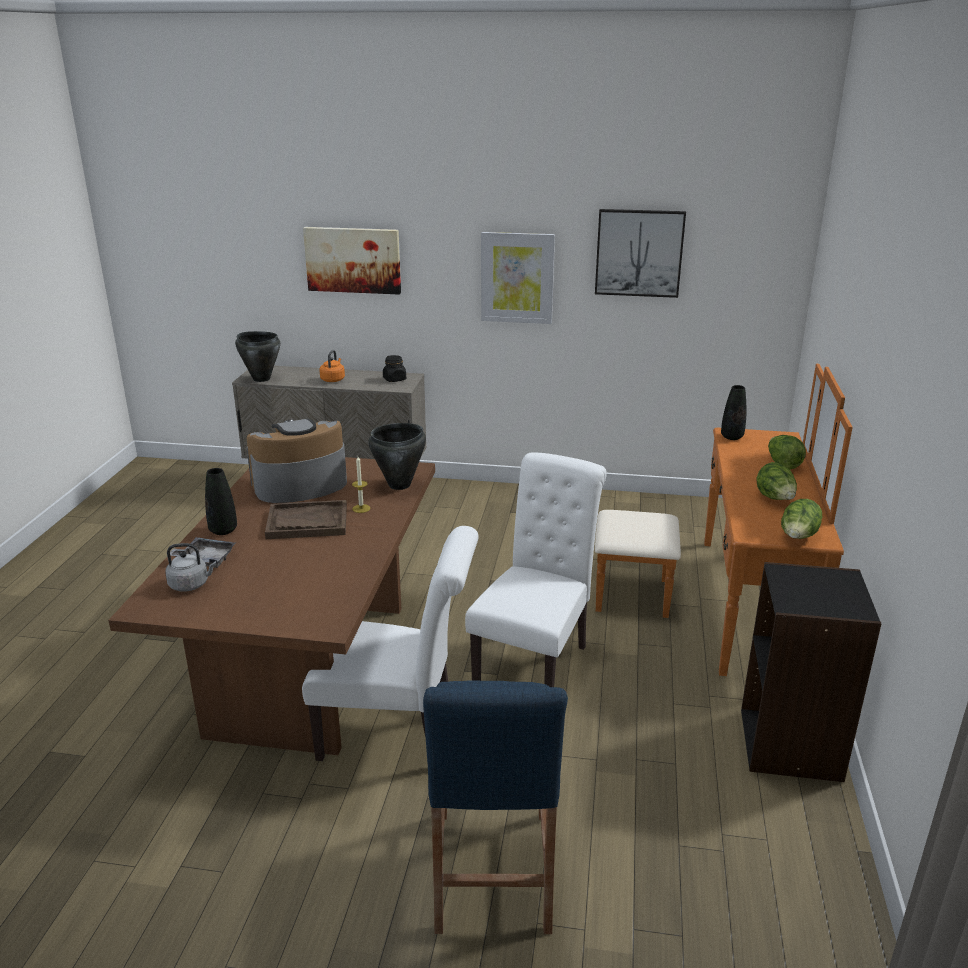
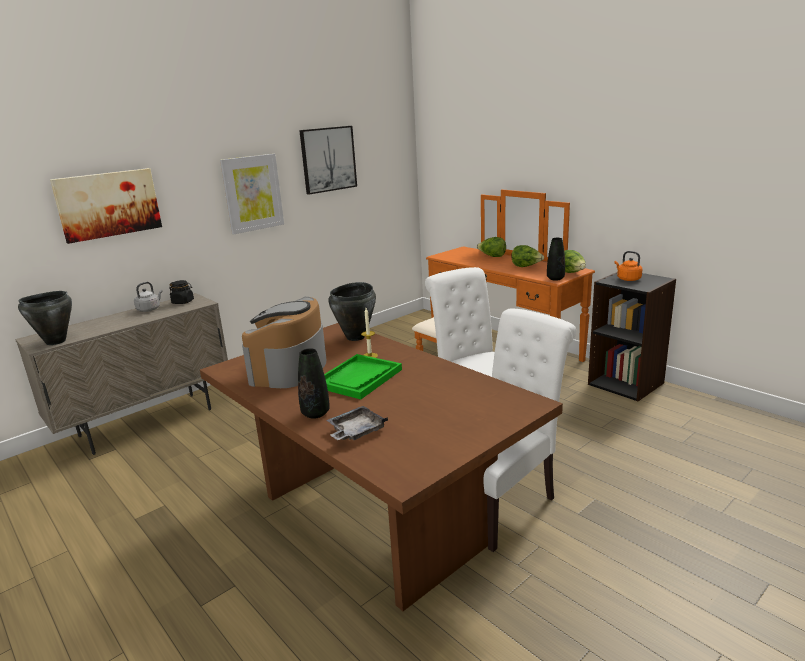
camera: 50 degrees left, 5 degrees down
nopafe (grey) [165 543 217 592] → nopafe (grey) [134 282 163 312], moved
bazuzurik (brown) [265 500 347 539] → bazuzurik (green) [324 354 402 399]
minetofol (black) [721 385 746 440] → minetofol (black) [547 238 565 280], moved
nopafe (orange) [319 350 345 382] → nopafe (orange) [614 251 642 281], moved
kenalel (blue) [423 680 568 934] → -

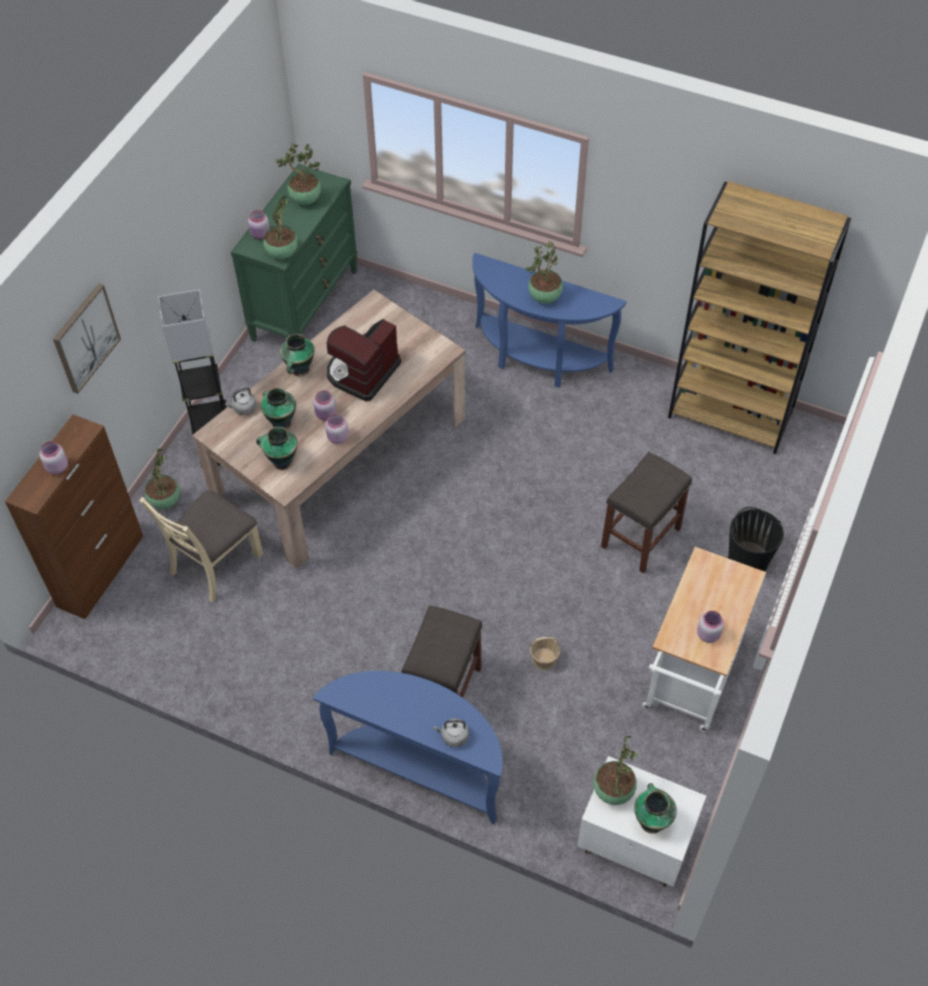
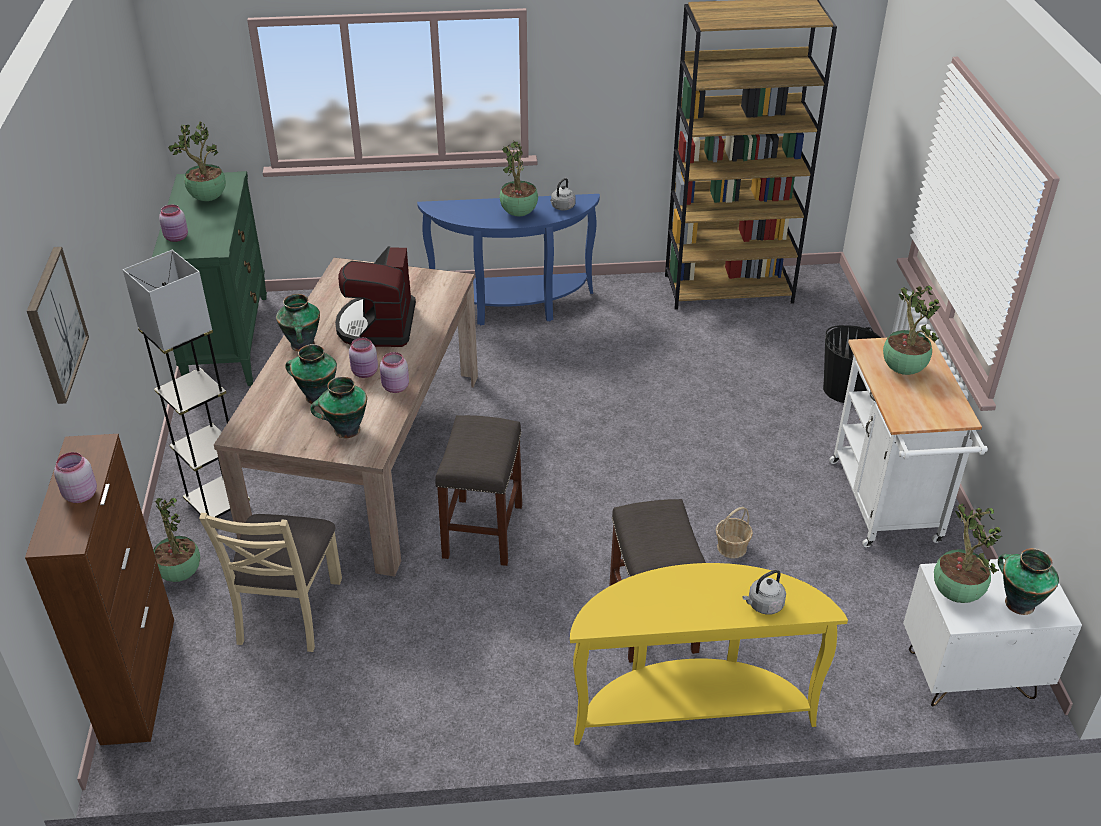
camera: 30 degrees left, 15 degrees down
kenalel (grey) [601 452 692 574] → kenalel (grey) [435 415 522 566], moved
nopafe (grey) [225 387 256 415] → nopafe (grey) [550 178 576 211], moved
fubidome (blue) [313 671 503 824] → fubidome (yellow) [570 563 848 745]
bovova [263 195 298 259] → bovova [883 286 941 375], moved
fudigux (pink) [697 611 724 643] → -

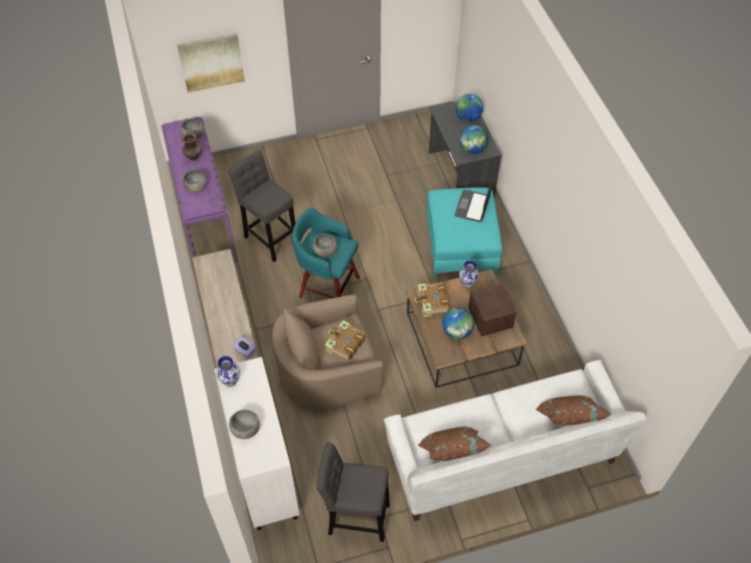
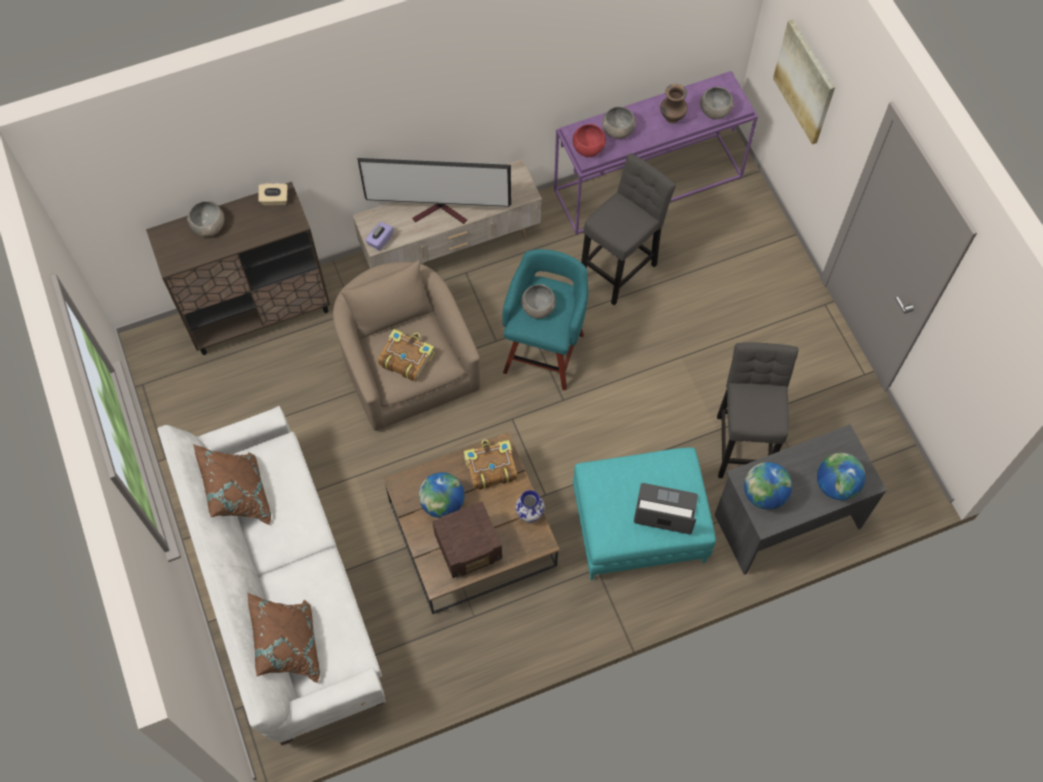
camera: 85 degrees right, 10 degrees up
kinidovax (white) [215 357 300 530] → kinidovax (brown) [146 182 330 355]
minetofol [216 356 240 387] → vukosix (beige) [258 183 288 206]
- → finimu [357 158 511 224]
- → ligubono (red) [573 124 606 157]
kenalel (grey) [317 442 390 542] → kenalel (grey) [717 342 798 478], moved

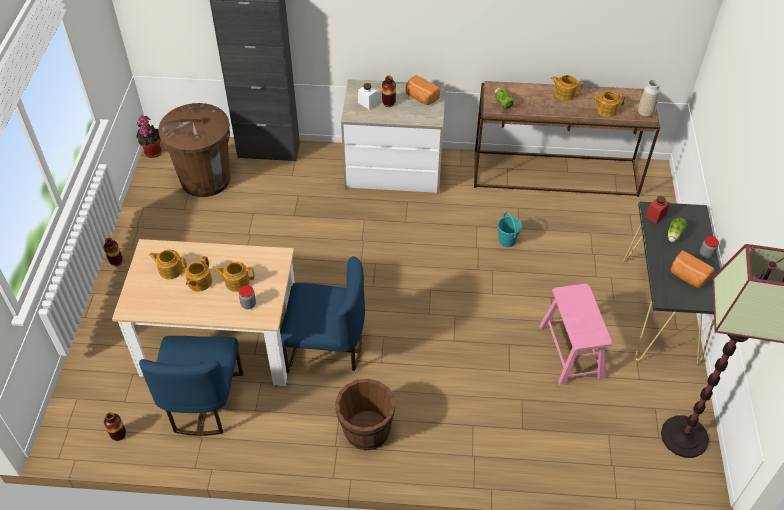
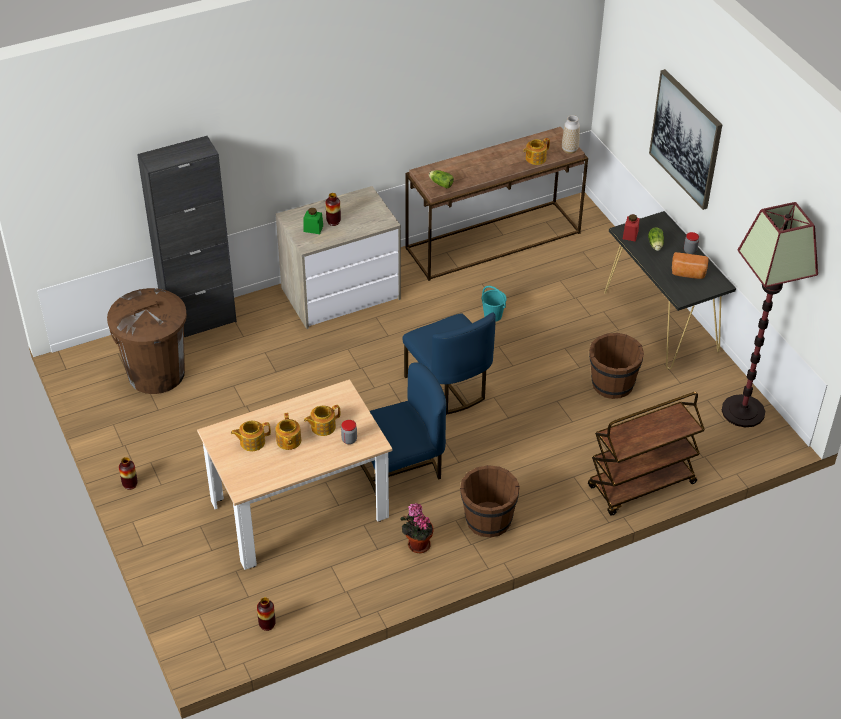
camera: 30 degrees left, 5 degrees down
fudigux (white) [358 83 378 110] → fudigux (green) [304 208 323 234]
bovova [136 115 162 158] → bovova [400 503 434 553], moved
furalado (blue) [139 336 243 436] → furalado (blue) [403 312 496 415], moved
- → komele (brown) [588 392 705 516]
kenalel (pink) [539 283 612 385] → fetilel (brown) [589 333 644 399]
- → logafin [649 69 722 210]
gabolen [406 75 440 105] → -
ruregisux [551 75 583 101] → -

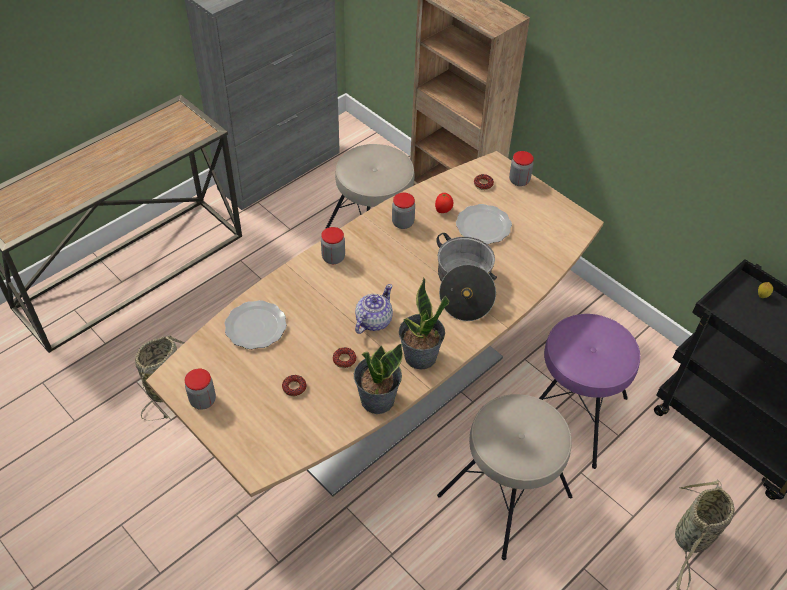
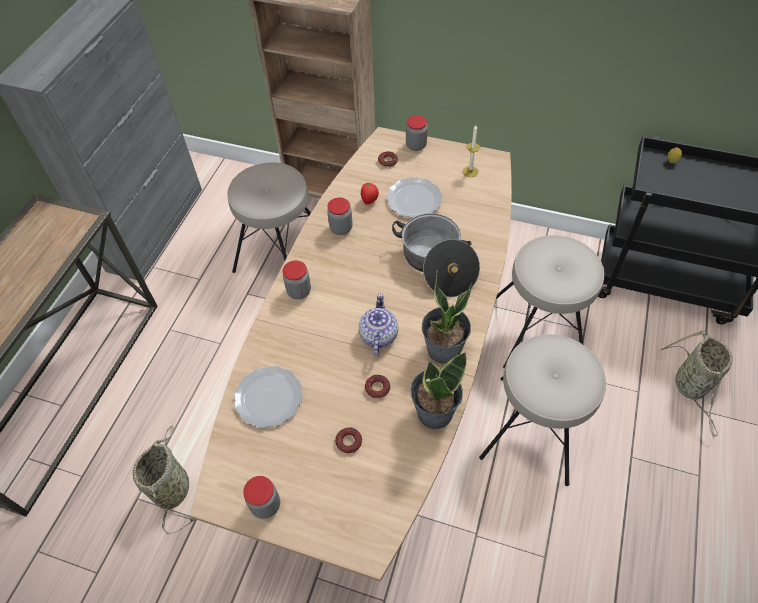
camera: 25 degrees left, 5 degrees up
- → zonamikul [463 125 480 177]
kenalel (purple) [539 314 640 469] → kenalel (beige) [496 235 605 369]

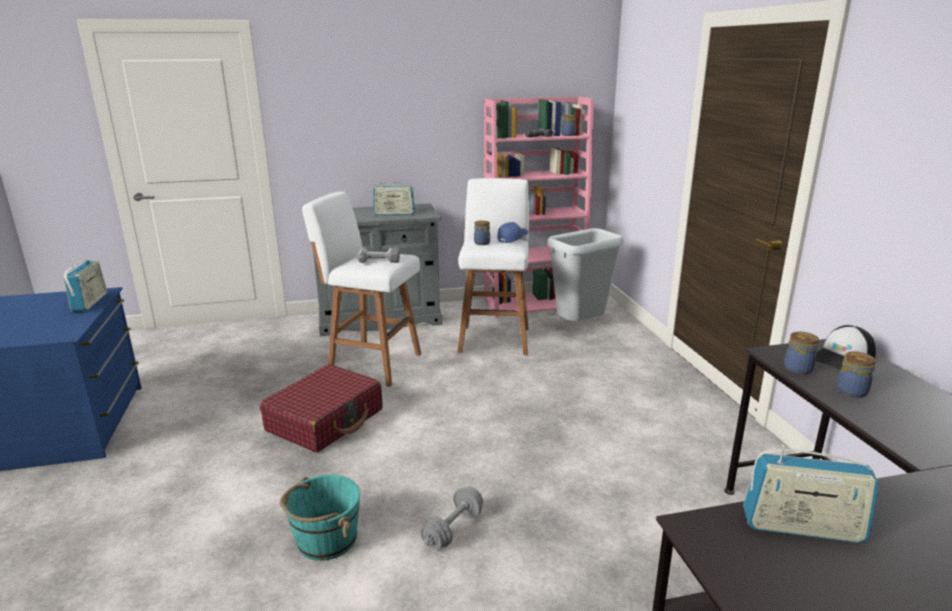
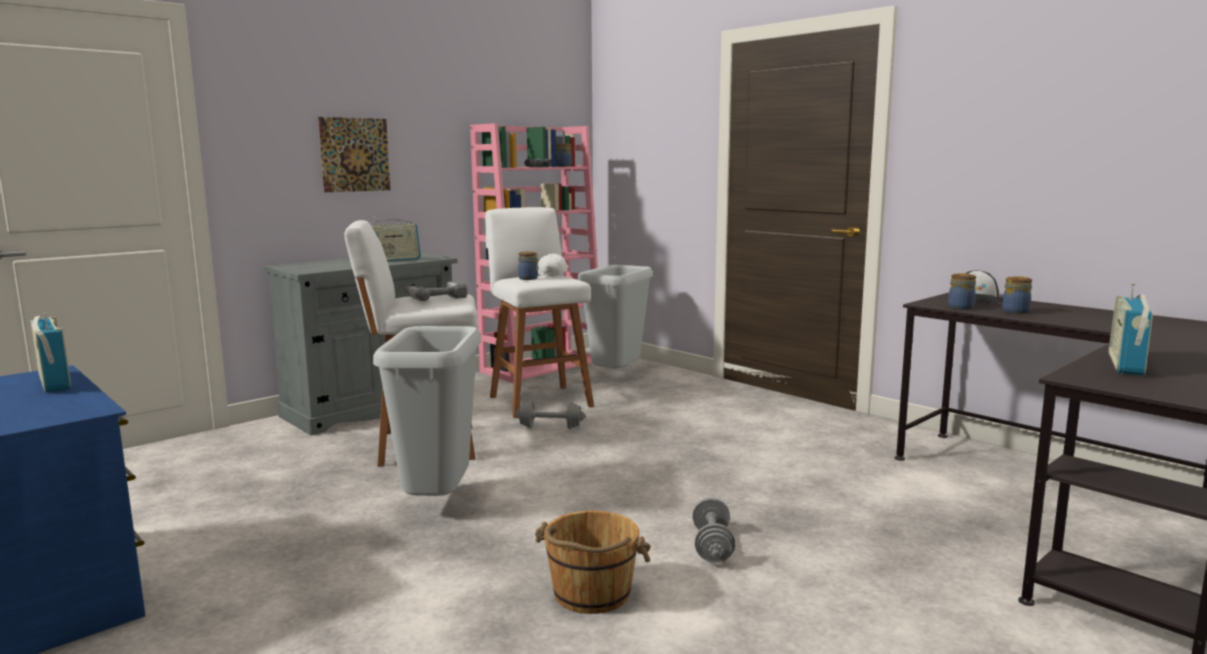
camera: 30 degrees left, 10 degrees down
- → logafin [318 117 391 192]
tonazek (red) [260 364 382 453] → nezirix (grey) [373 326 481 496]
- → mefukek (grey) [515 401 586 429]
fetilel (turquoise) [280 475 360 561] → fetilel (brown) [535 511 651 614]
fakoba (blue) [498 222 528 243] → fakoba (white) [538 253 569 276]
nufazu [743 445 879 543] → nufazu [1109 284 1153 376], 135 degrees clockwise

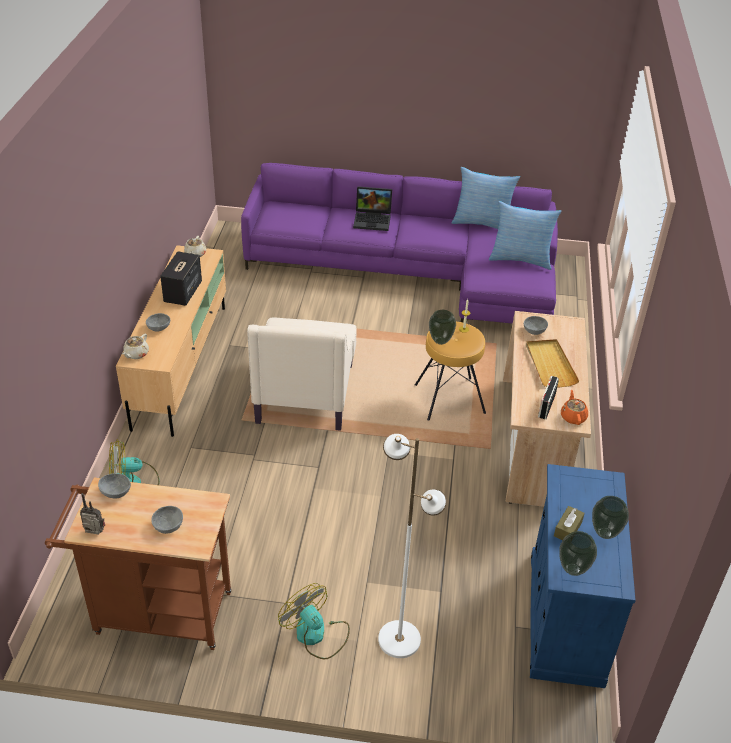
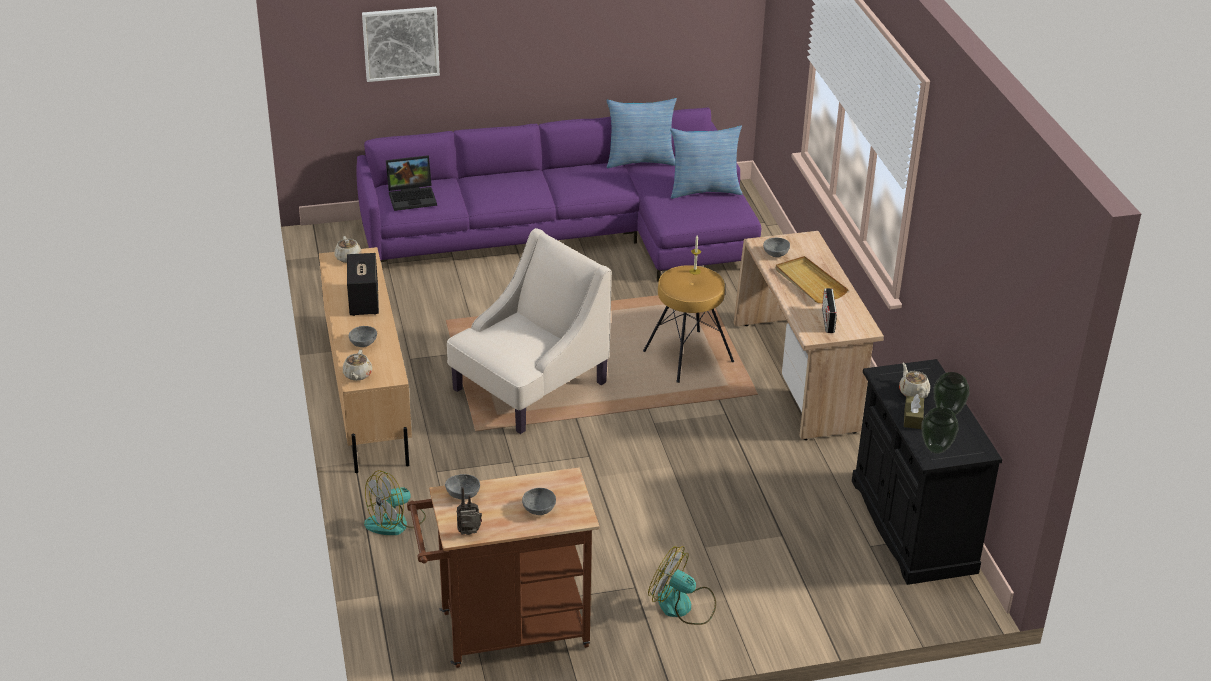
camera: 20 degrees left, 5 degrees down
- → logafin [362 7 440 82]
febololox [353 186 392 231] → febololox [386 155 437 211], moved
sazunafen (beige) [247 318 356 431] → sazunafen (beige) [447 228 612 434], 120 degrees counterclockwise
kinidovax (blue) [530 464 636 688] → kinidovax (black) [852 359 1002 585]
- → ruregisux (beige) [899 363 930 398]
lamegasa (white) [378 434 447 658] → -
minetofol [429 310 456 345] → -
ruregisux (orange) [561 389 588 425] → -

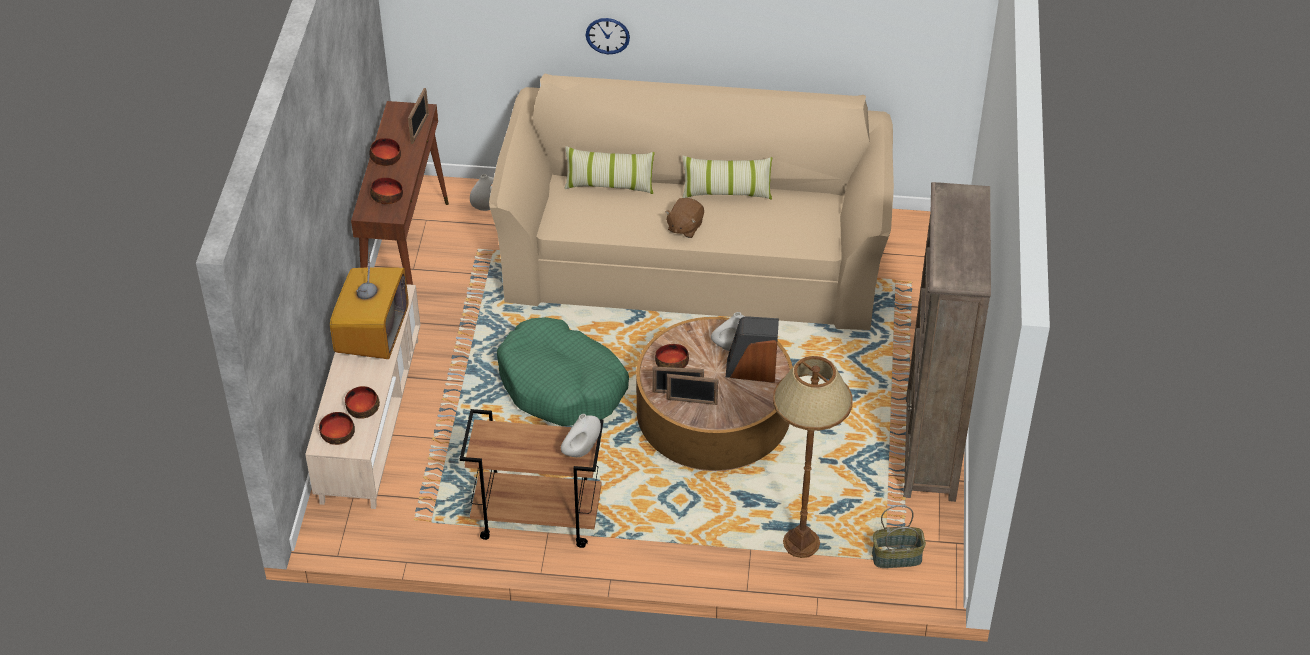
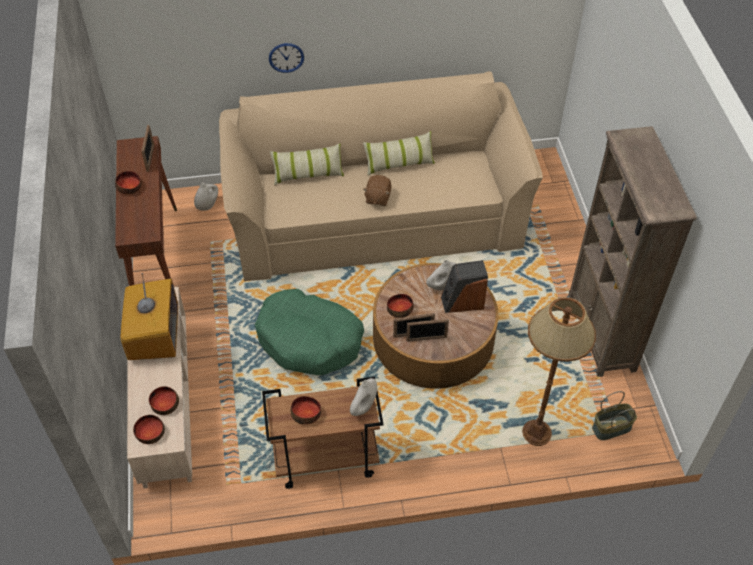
camera: 15 degrees left, 5 degrees up
ligubono [370 177 403 204] → ligubono [291 396 321 425], moved

